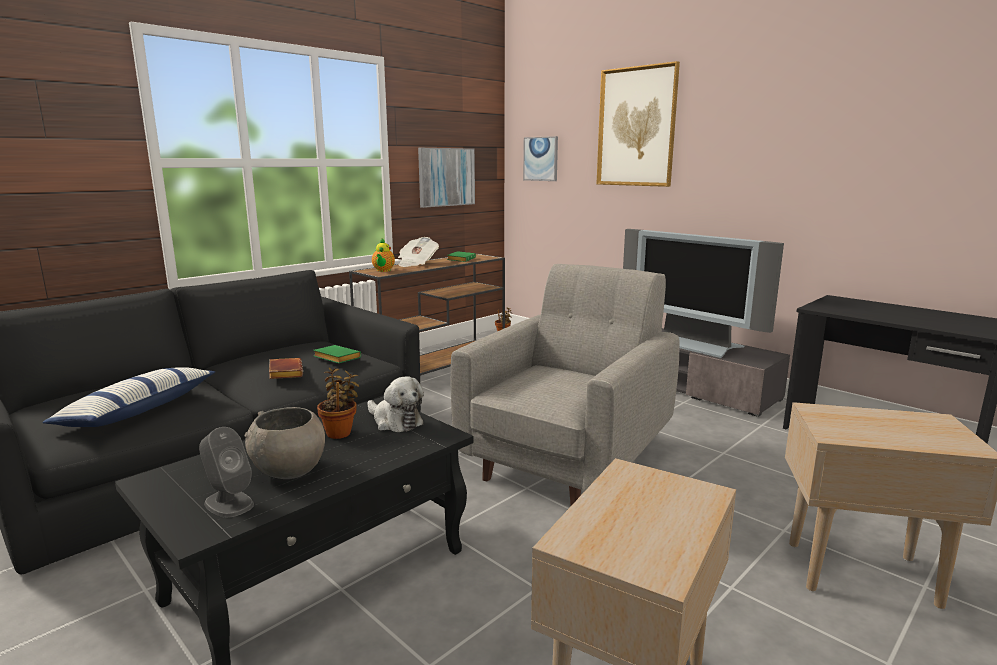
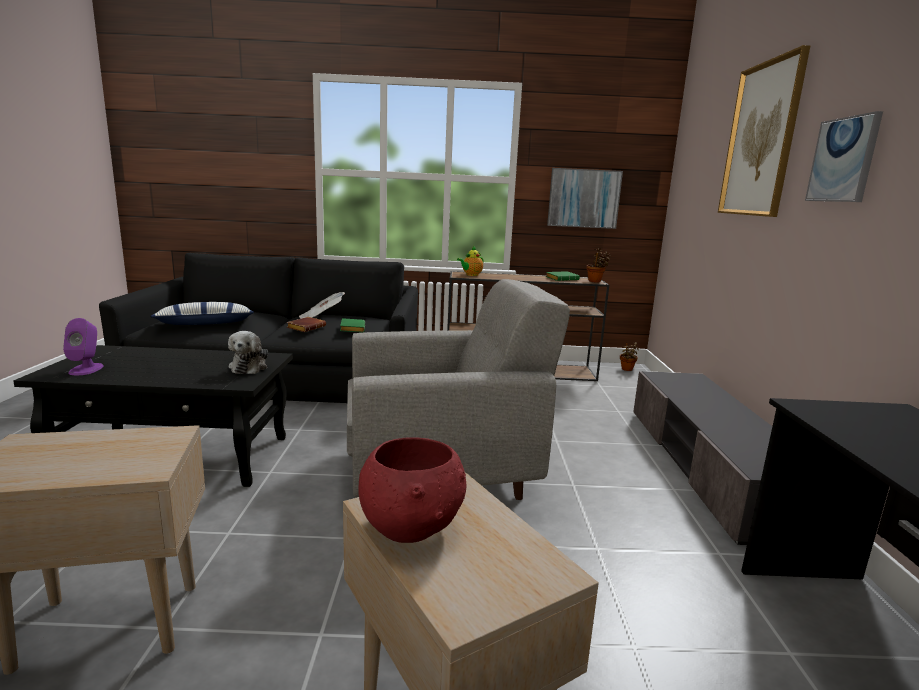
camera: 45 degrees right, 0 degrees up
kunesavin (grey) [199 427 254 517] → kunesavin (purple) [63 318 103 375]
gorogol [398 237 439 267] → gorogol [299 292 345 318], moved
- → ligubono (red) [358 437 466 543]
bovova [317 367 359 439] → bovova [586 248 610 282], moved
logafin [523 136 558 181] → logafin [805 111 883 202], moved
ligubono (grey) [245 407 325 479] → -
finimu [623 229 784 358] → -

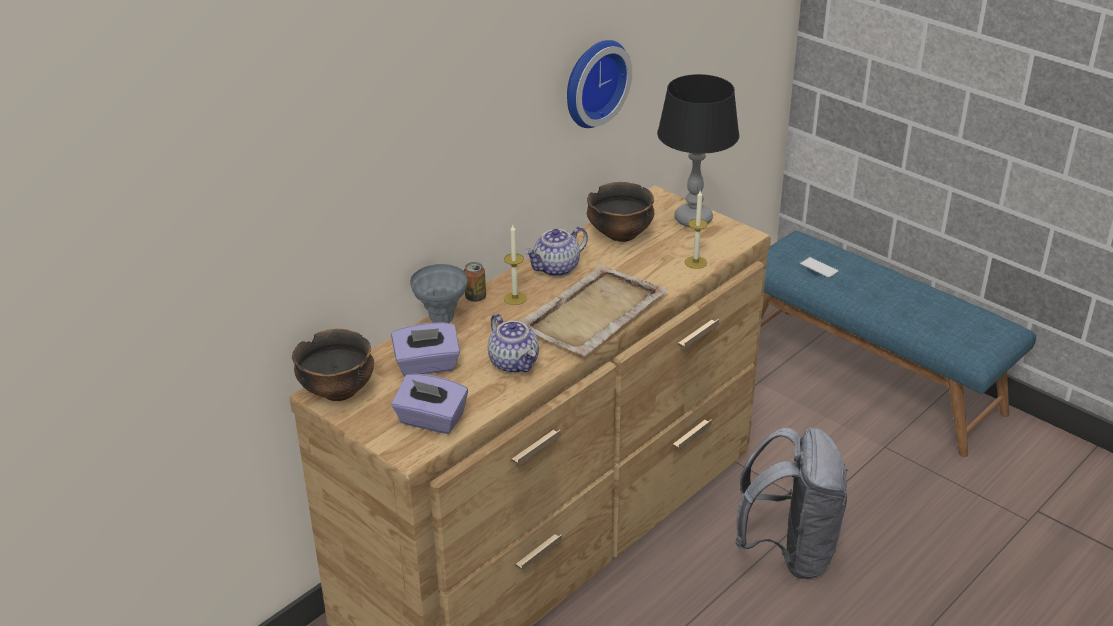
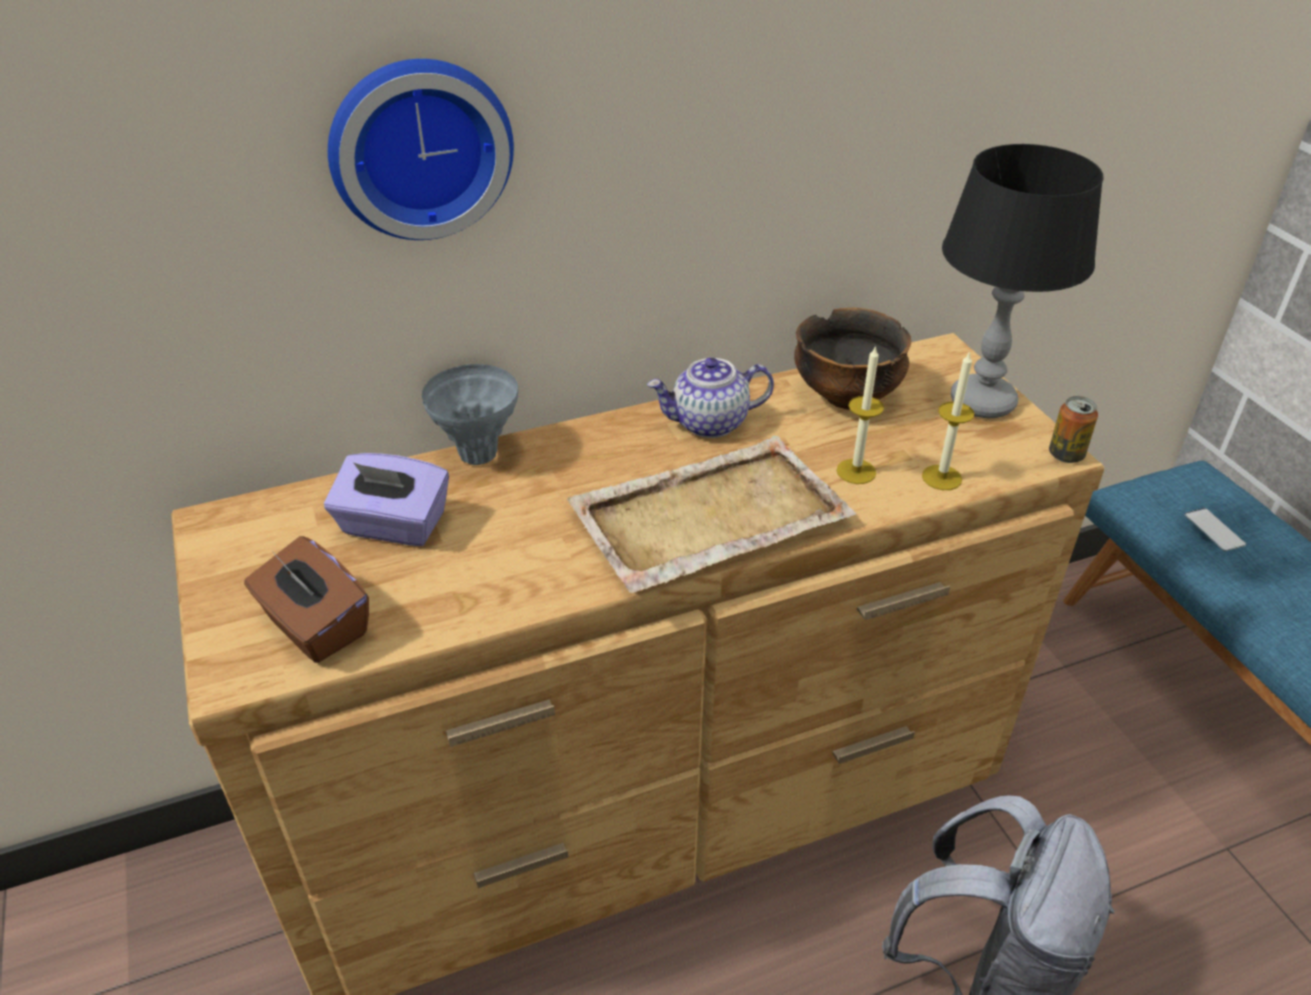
camera: 25 degrees right, 5 degrees up
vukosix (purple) [391 374 468 434] → vukosix (brown) [244 536 369 663]
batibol [567 40 632 128] → batibol [328 59 514 240], moved
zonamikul [504 225 527 305] → zonamikul [836 345 884 484], moved
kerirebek [464 262 486 302] → kerirebek [1049 396 1098 463], moved
ligubono [292 329 374 401] → -
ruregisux [488 314 539 373] → -

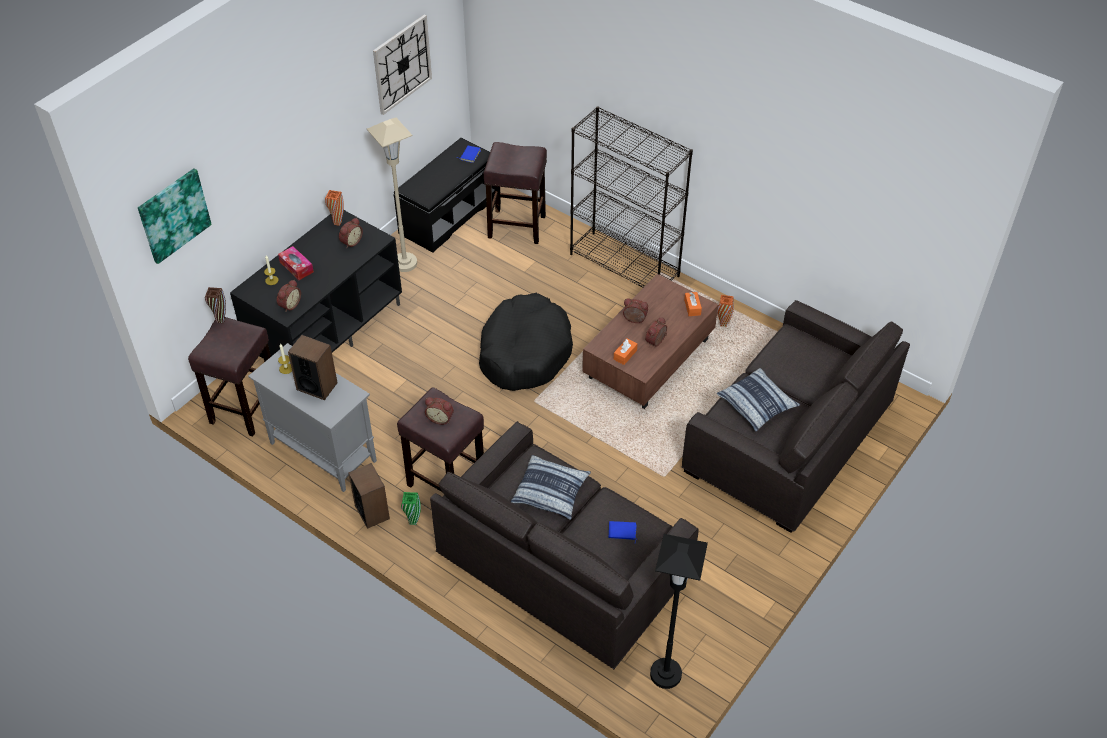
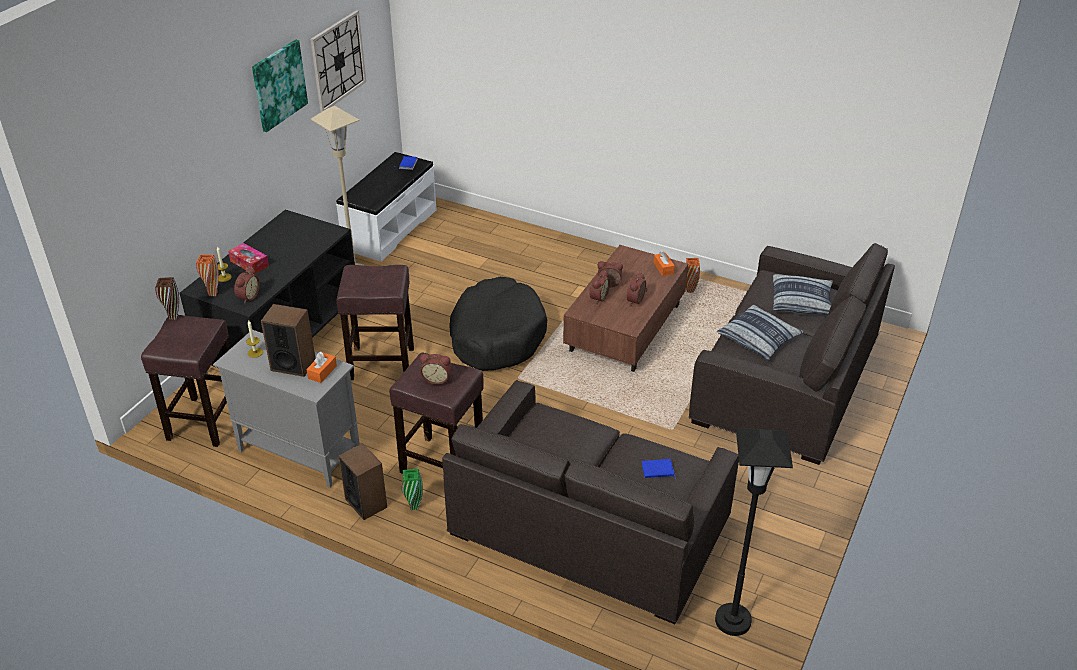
camera: 10 degrees left, 10 degrees down
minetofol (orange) [325 190 344 226] → minetofol (orange) [196 254 219 296], moved
logafin [138 169 212 264] → logafin [252 40 308 132], moved
vukosix (orange) [614 339 637 365] → vukosix (orange) [306 352 337 383], moved
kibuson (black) [393 138 495 253] → kibuson (white) [336 152 436 262]
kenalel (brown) [484 142 547 244] → kenalel (brown) [336 265 414 380], moved
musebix [339 218 363 248] → musebix [589 270 610 304], moved
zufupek [511 455 591 520] → zufupek [773 274 833 315], moved
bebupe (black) [570 106 693 288] → -

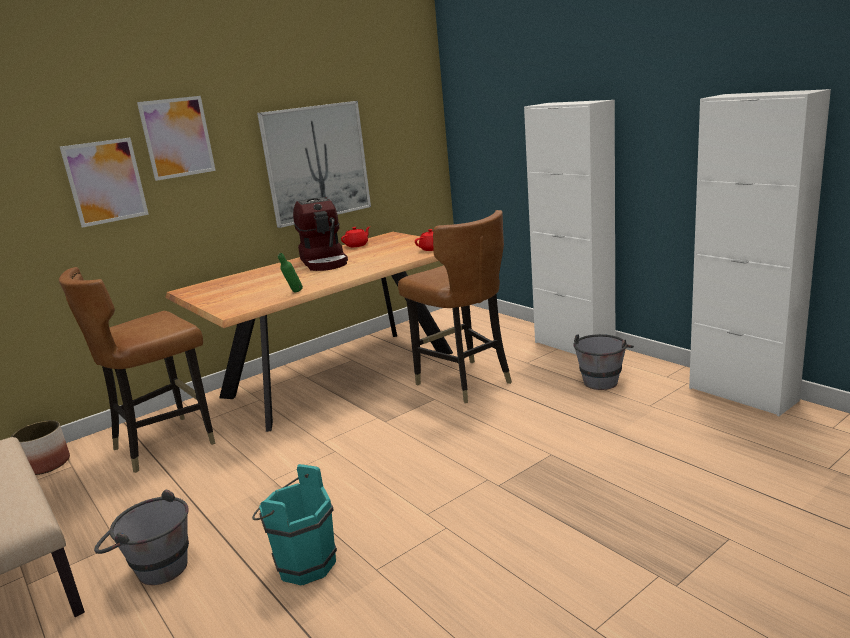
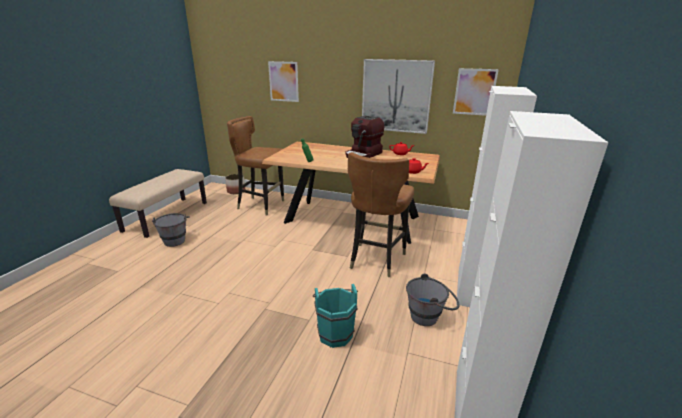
camera: 55 degrees right, 5 degrees up
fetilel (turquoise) [252 464 337 585] → fetilel (turquoise) [313 284 358 348], moved
logafin [137 96 216 181] → logafin [453 68 499 116], moved

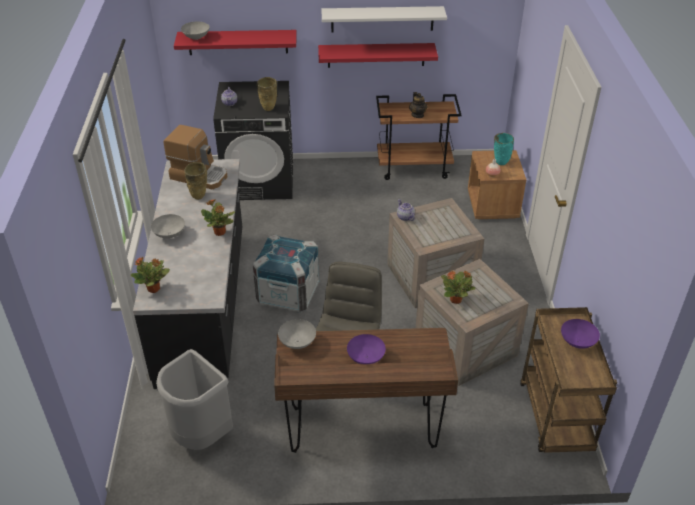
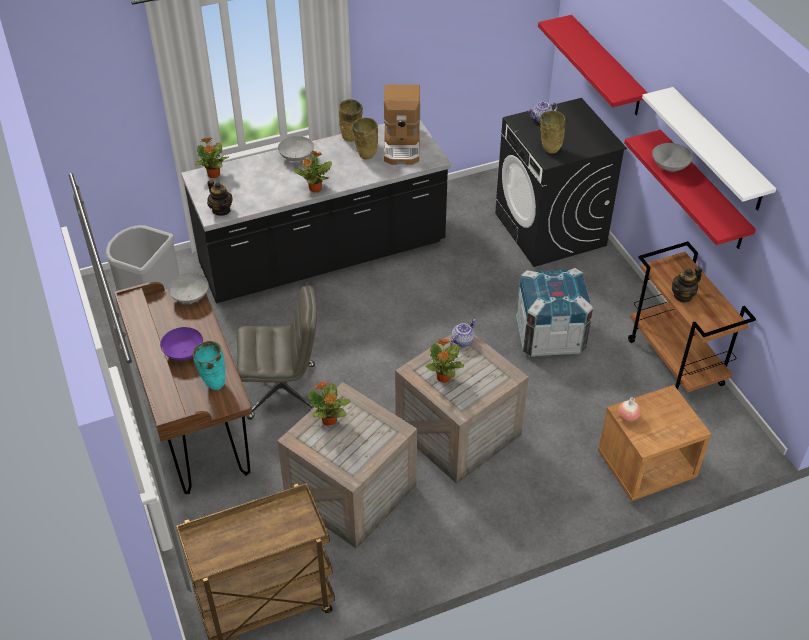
camera: 70 degrees right, 5 degrees up
minetofol (turquoise) [494 133 514 165] → minetofol (turquoise) [193 341 225 390], moved
- → ruregisux [207 180 233 216]
- → minetofol (beige) [339 99 363 142]
- → bovova [425 339 464 383]
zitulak [253 234 319 313] → zitulak [516 268 593 357], moved
ligubono (grey) [181 21 210 40] → ligubono (grey) [652 143 693 171], moved
ligubono (purple) [561 319 600 349] → -

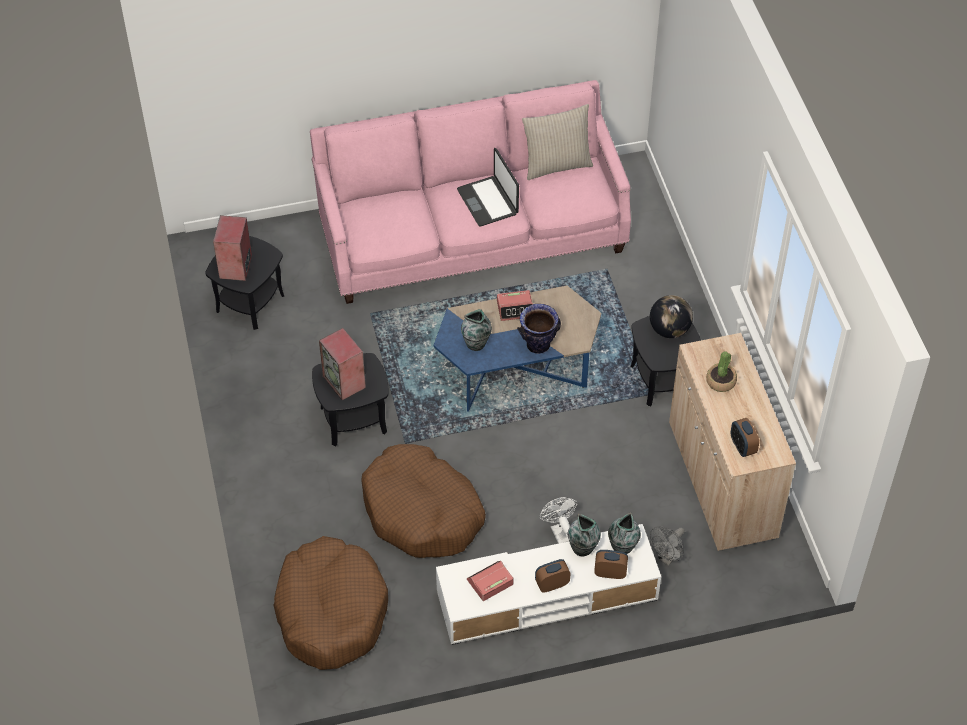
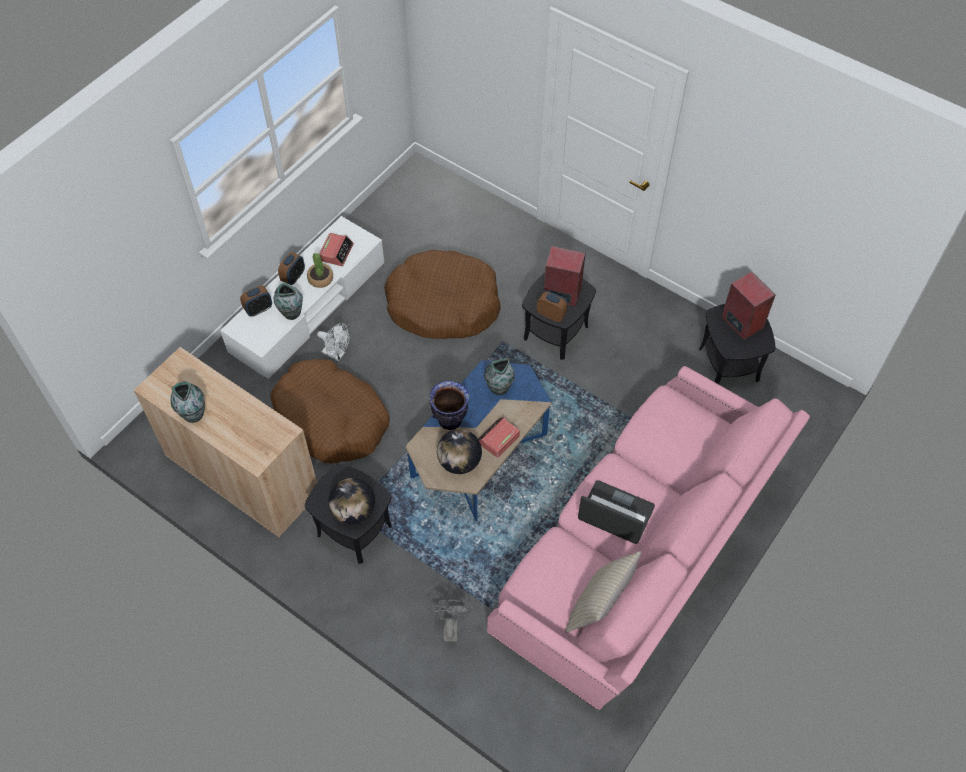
camera: 140 degrees right, 5 degrees up
minetofol [608 512 641 554] → minetofol [171 381 205 423], moved
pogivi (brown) [273 536 388 670] → pogivi (brown) [271 359 390 464], moved
bovova [706 351 737 392] → bovova [307 253 333 288], moved
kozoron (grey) [650 526 685 566] → kozoron (grey) [429 599 471 642], moved
- → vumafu [437 429 482 474]
musebix [731 418 759 457] → musebix [537 291 568 322], moved

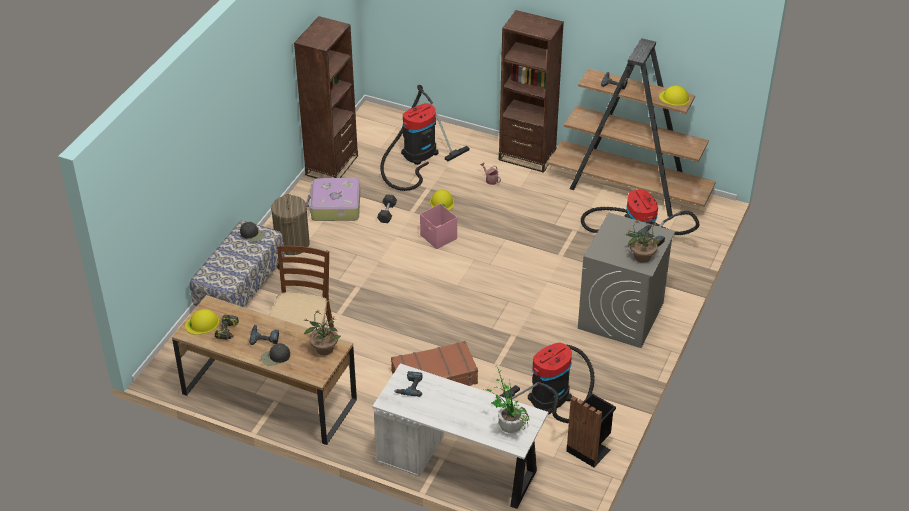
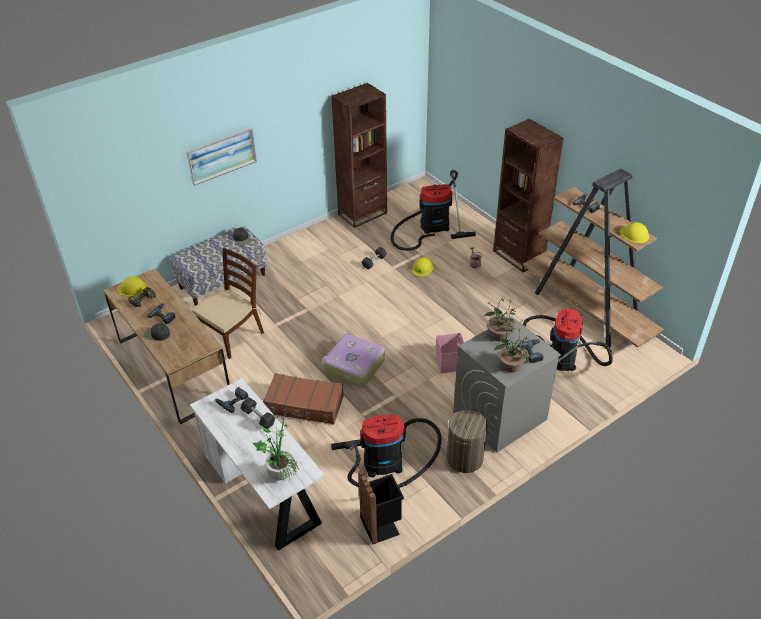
camera: 30 degrees right, 0 degrees up
- → logafin [186 128 257 186]
- → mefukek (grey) [240 397 276 429]
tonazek [306 178 360 221] → tonazek [323 334 385 388], moved
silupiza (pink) [420 204 457 249] → silupiza (pink) [436 333 464 373], moved
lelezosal [271 194 310 255] → lelezosal [447 408 488 473], moved
bovova [304 309 341 355] → bovova [484 298 516 342], moved

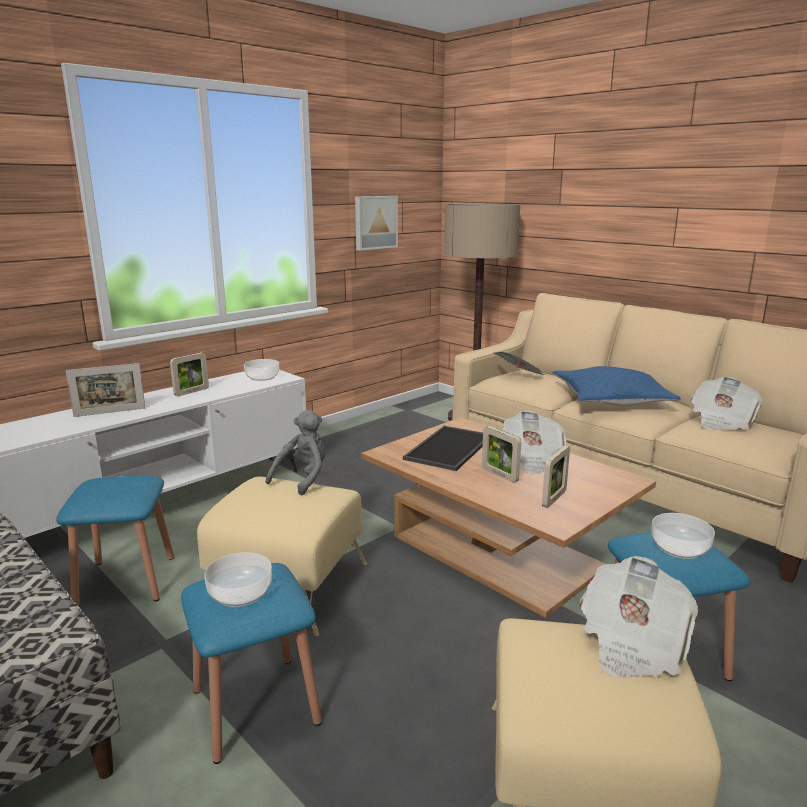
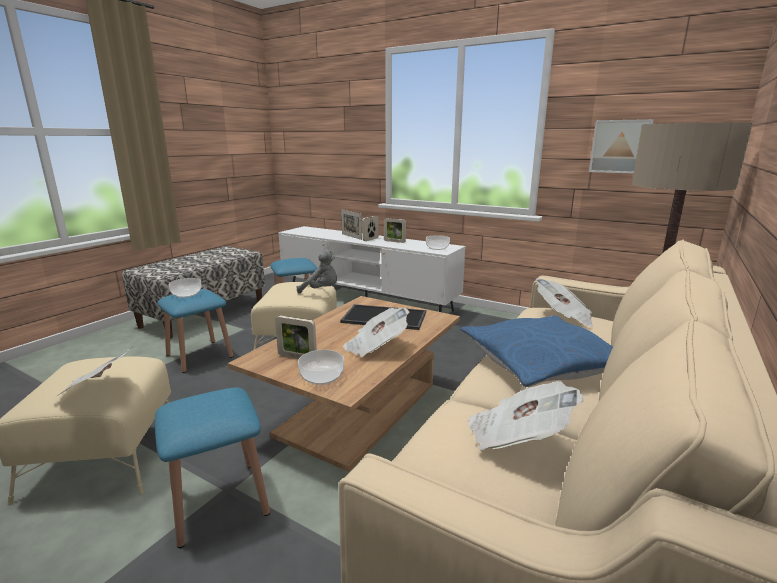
camera: 75 degrees right, 0 degrees up
ligubono [651 513 715 559] → ligubono [298 350 344 385], moved
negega [482 426 521 483] → negega [362 216 379 241], moved

